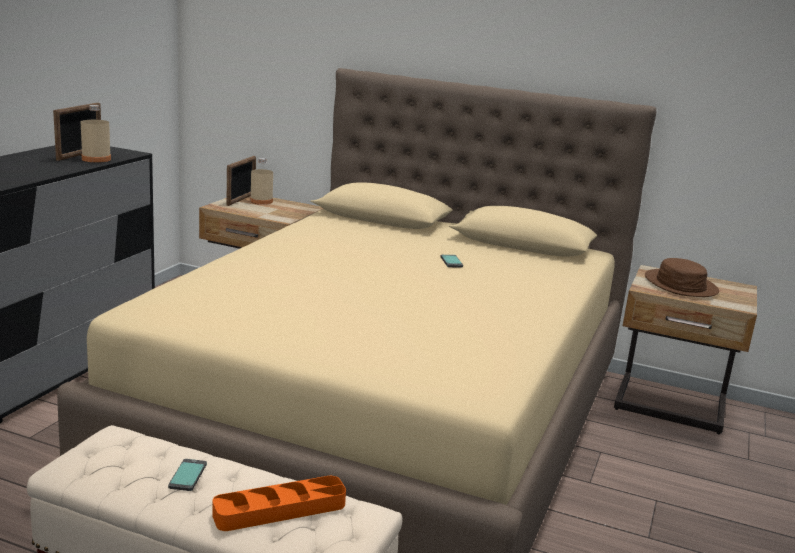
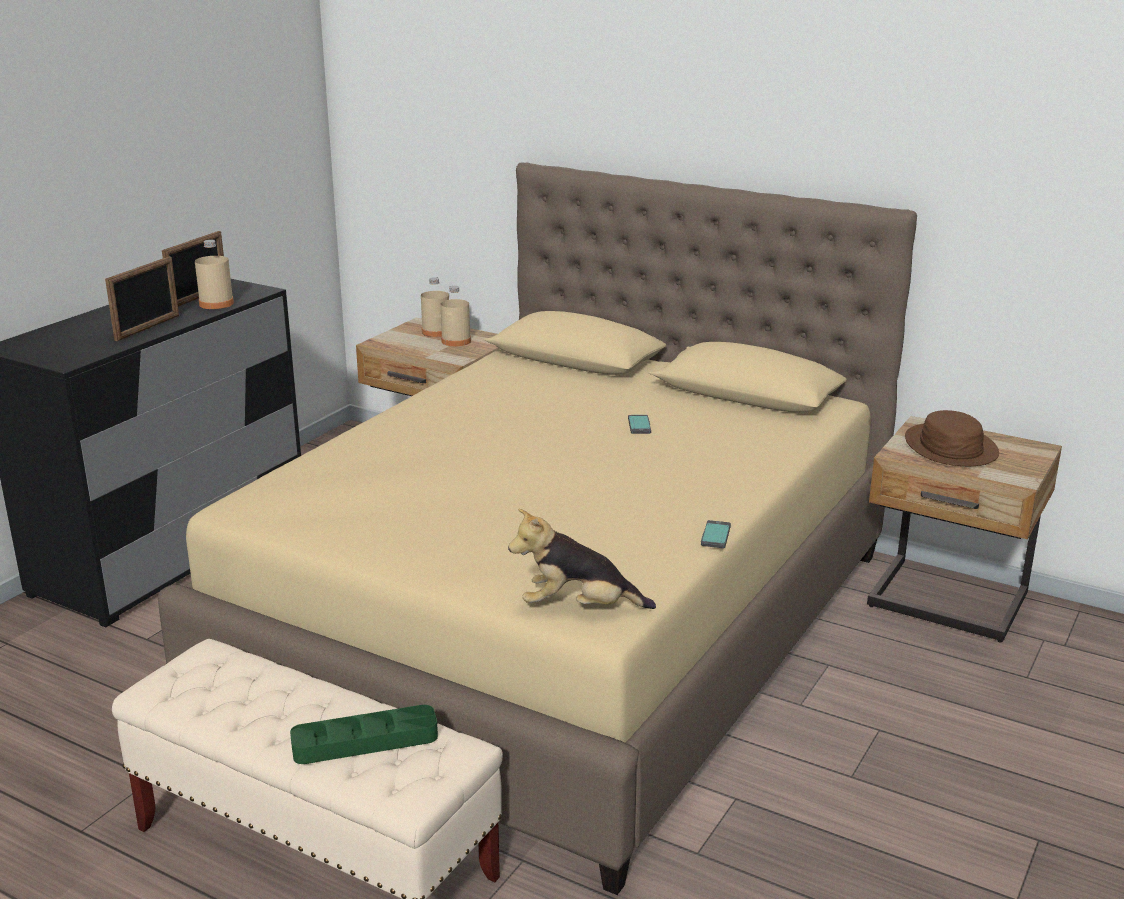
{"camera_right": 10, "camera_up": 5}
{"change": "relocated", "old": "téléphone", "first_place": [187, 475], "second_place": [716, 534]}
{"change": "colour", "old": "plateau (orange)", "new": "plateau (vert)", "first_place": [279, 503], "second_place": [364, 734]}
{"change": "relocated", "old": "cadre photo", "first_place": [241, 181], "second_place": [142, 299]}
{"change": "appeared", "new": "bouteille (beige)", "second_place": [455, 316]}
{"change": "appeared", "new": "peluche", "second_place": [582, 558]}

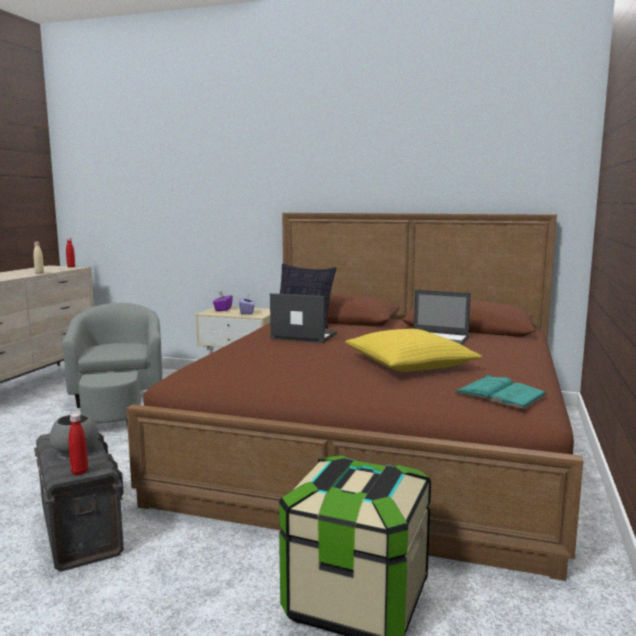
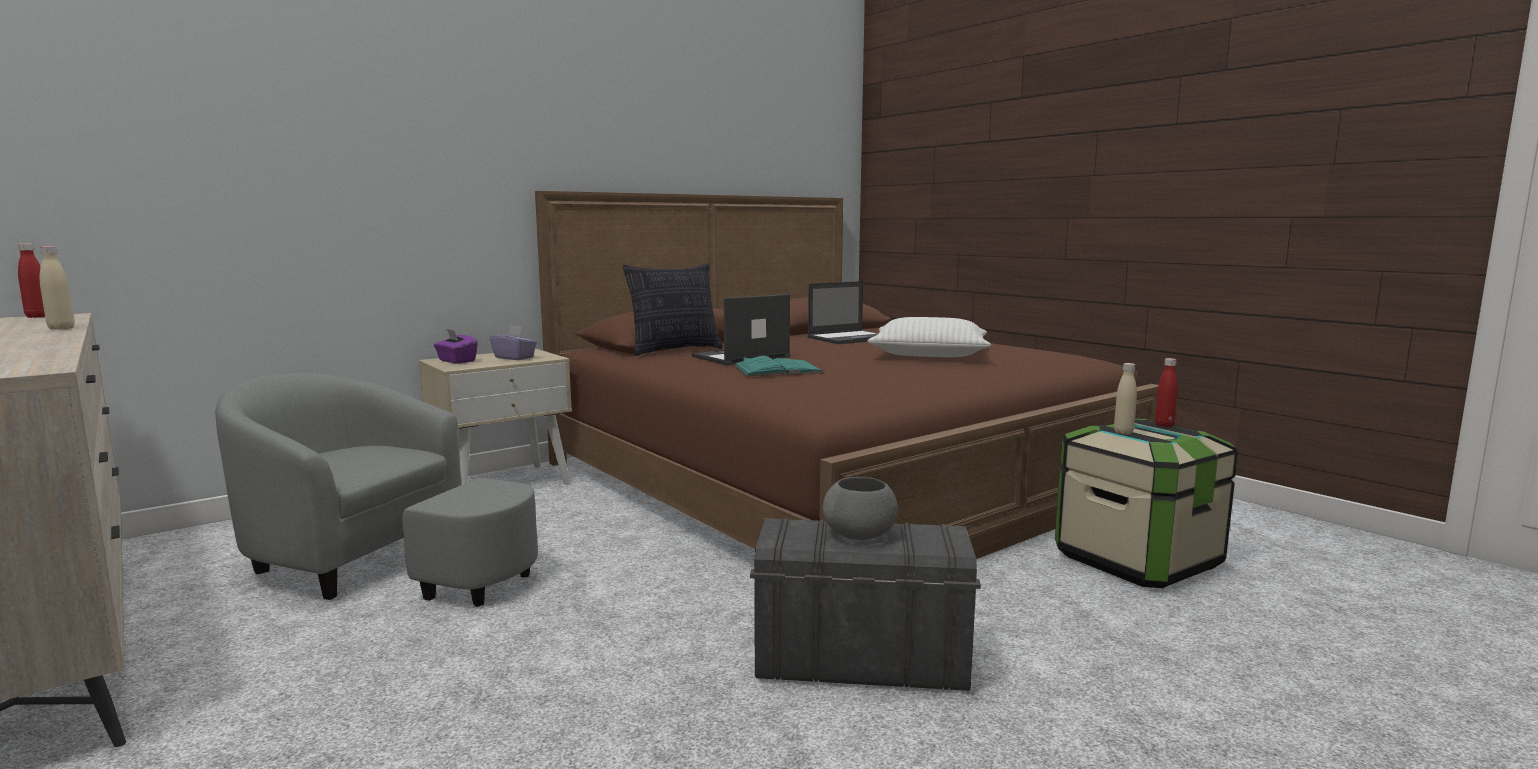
{"camera_right": -55, "camera_up": 0}
{"change": "relocated", "old": "bouteille (rouge)", "first_place": [78, 444], "second_place": [1166, 392]}
{"change": "colour", "old": "coussin (jaune)", "new": "coussin (blanc)", "first_place": [414, 350], "second_place": [929, 337]}
{"change": "relocated", "old": "livre (turquoise)", "first_place": [500, 392], "second_place": [778, 366]}
{"change": "appeared", "new": "bouteille (beige)", "second_place": [1125, 399]}

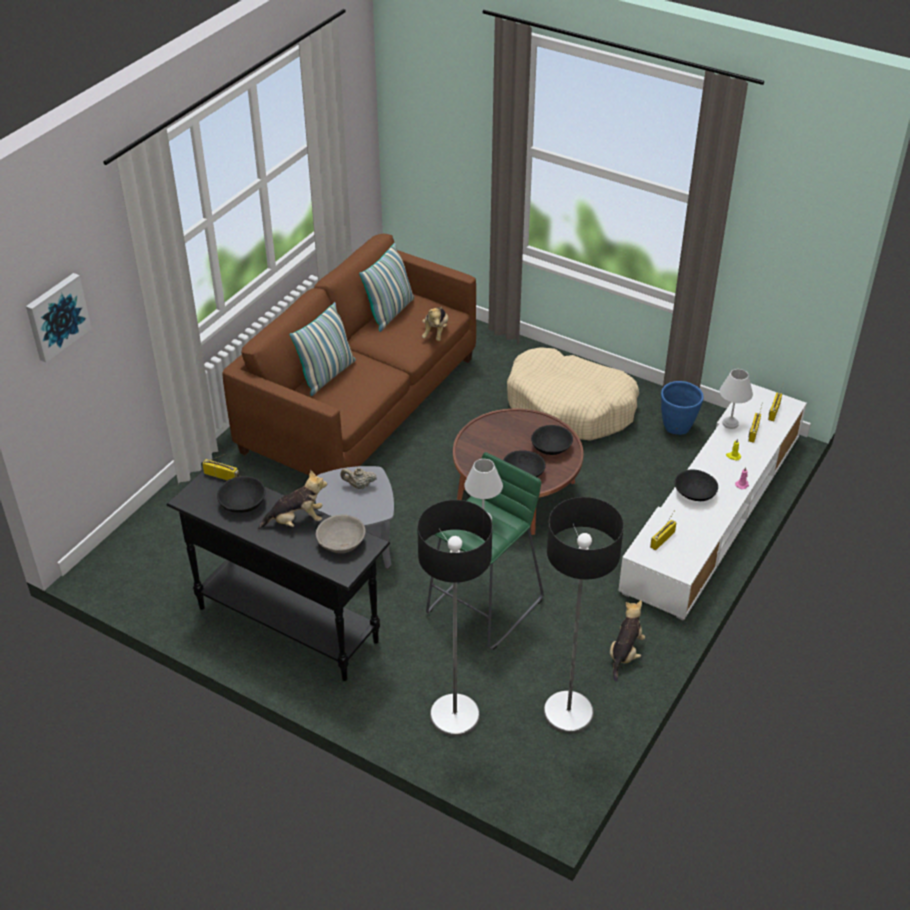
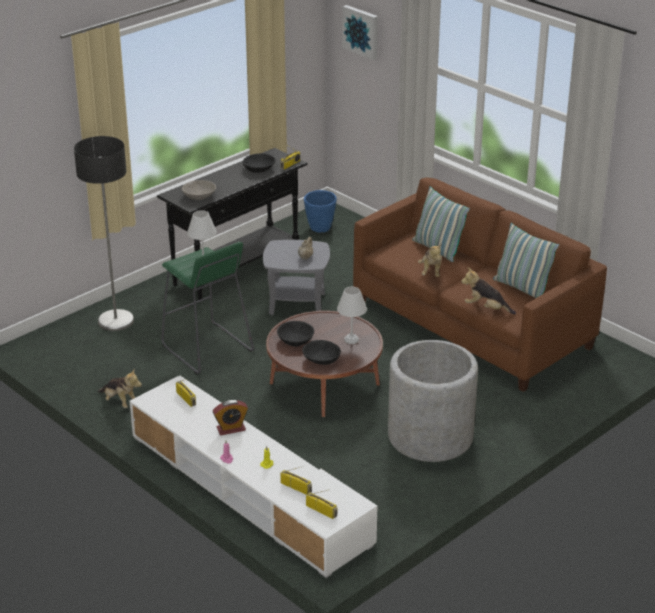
{"camera_right": 105, "camera_up": -10}
{"change": "relocated", "old": "peluche", "first_place": [292, 500], "second_place": [430, 260]}
{"change": "exchanged", "old": "panier pour chien (beige)", "new": "cache-pot (gris)", "first_place": [573, 394], "second_place": [433, 401]}
{"change": "missing", "old": "lampadaire", "first_place": [583, 615]}
{"change": "relocated", "old": "cache-pot (bleu)", "first_place": [682, 408], "second_place": [320, 211]}
{"change": "exchanged", "old": "bol (noir)", "new": "réveil", "first_place": [696, 485], "second_place": [230, 417]}
{"change": "relocated", "old": "lampe de table (blanc)", "first_place": [736, 399], "second_place": [352, 315]}

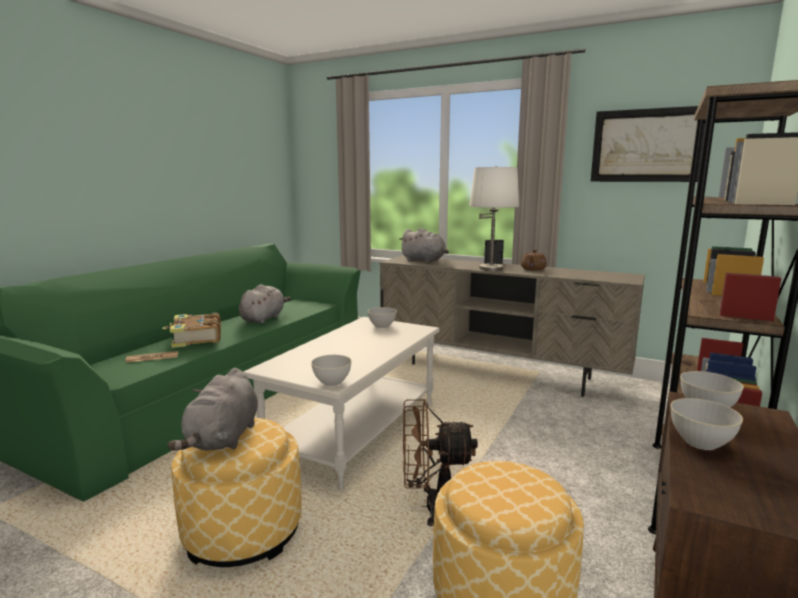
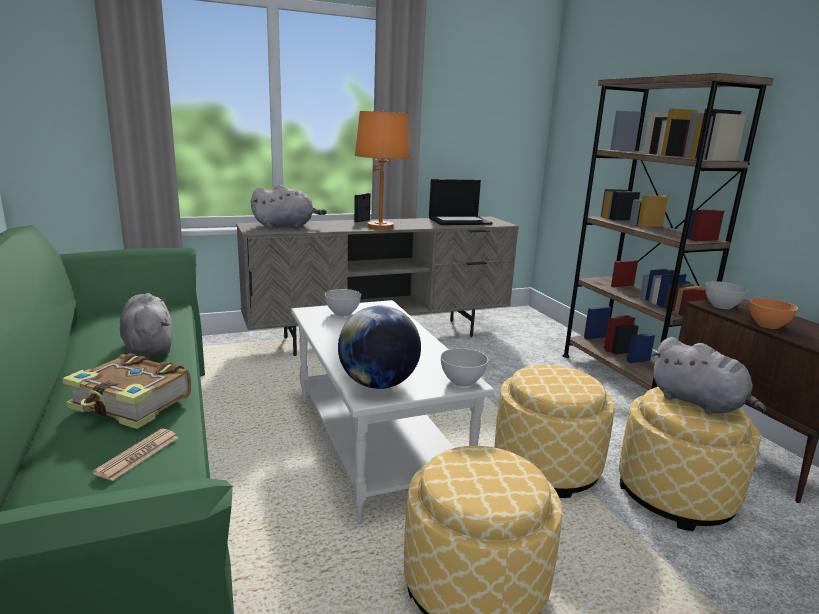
{"camera_right": -50, "camera_up": 5}
{"change": "relocated", "old": "peluche (gris)", "first_place": [212, 409], "second_place": [709, 375]}
{"change": "exchanged", "old": "ventilateur (marron)", "new": "pouf", "first_place": [440, 462], "second_place": [555, 431]}
{"change": "colour", "old": "lampe de table (blanc)", "new": "lampe de table (orange)", "first_place": [494, 218], "second_place": [382, 170]}
{"change": "missing", "old": "théière (marron)", "first_place": [534, 260]}
{"change": "missing", "old": "tableau", "first_place": [648, 144]}
{"change": "colour", "old": "bol (gris)", "new": "bol (orange)", "first_place": [707, 424], "second_place": [774, 313]}
{"change": "appeared", "new": "globe", "second_place": [379, 347]}
{"change": "appeared", "new": "ordinateur portable", "second_place": [460, 202]}

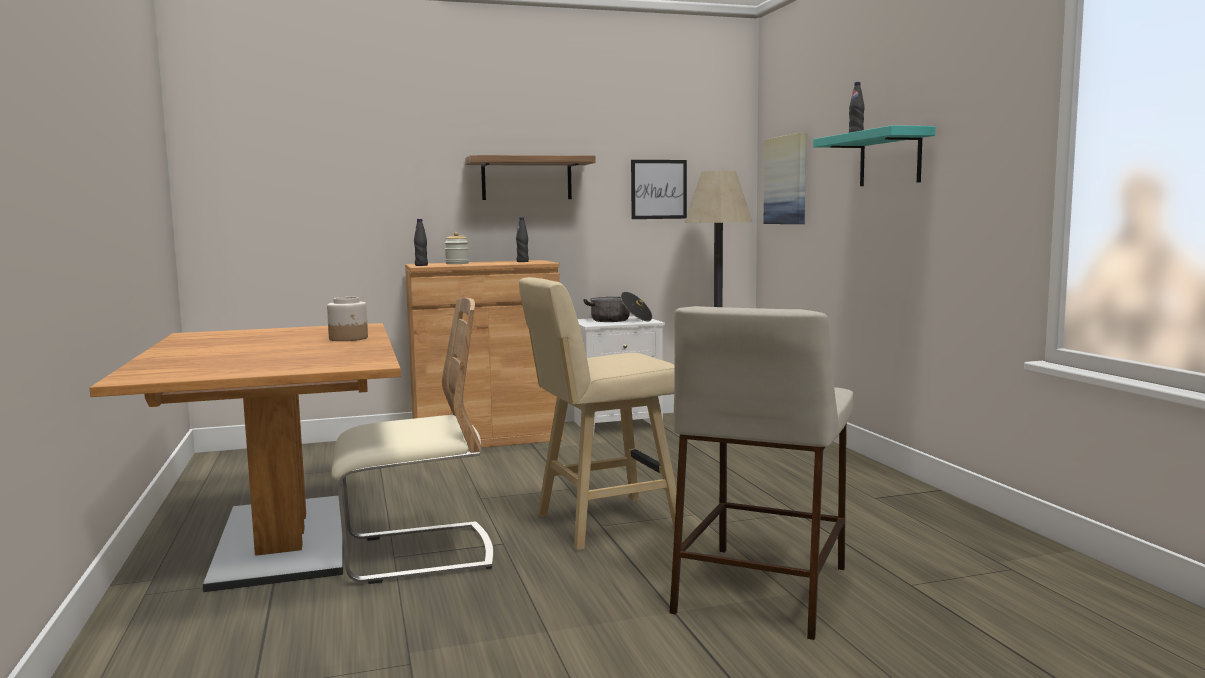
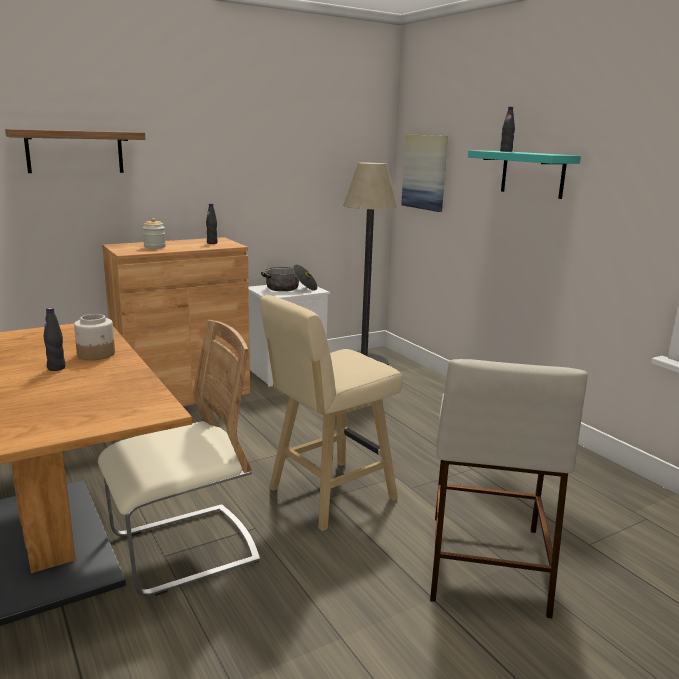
{"camera_right": -15, "camera_up": 10}
{"change": "relocated", "old": "bouteille (noir)", "first_place": [421, 242], "second_place": [54, 339]}
{"change": "relocated", "old": "étagère", "first_place": [530, 177], "second_place": [75, 151]}
{"change": "missing", "old": "tableau", "first_place": [659, 189]}

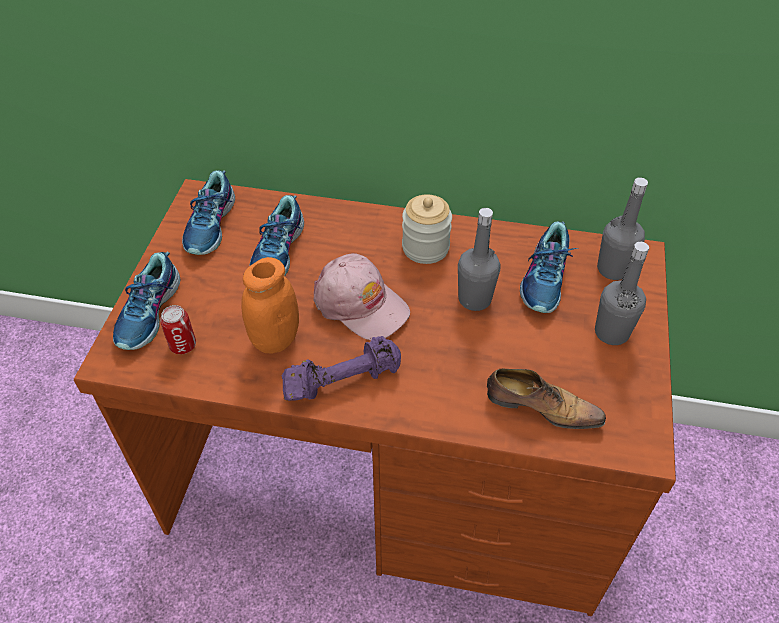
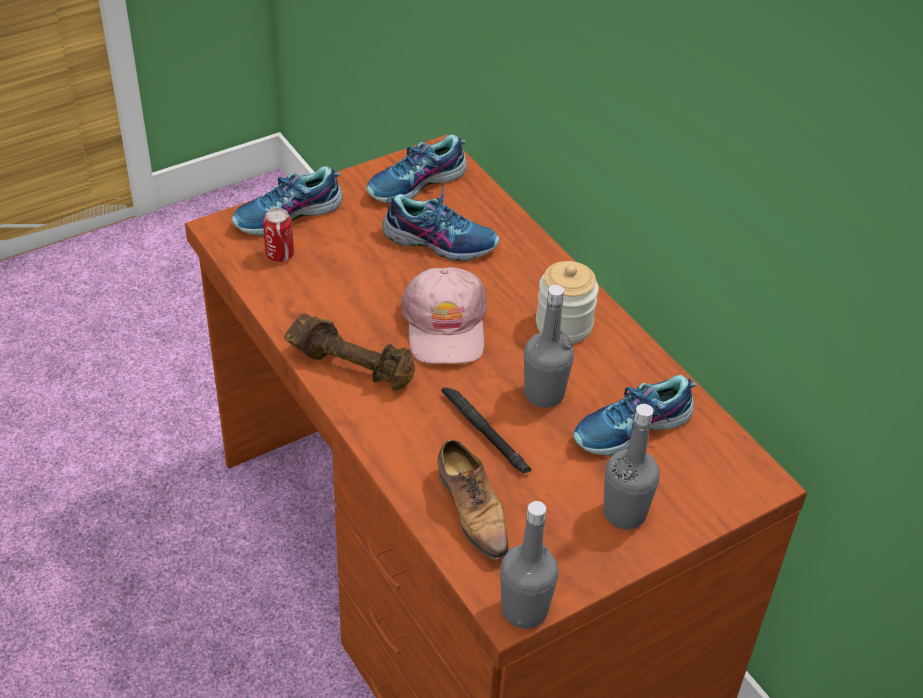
{"camera_right": 45, "camera_up": -5}
{"change": "missing", "old": "bocal (orange)", "first_place": [270, 305]}
{"change": "spun", "old": "chaussure", "first_place": [276, 235], "second_place": [441, 223], "degrees": -135}
{"change": "colour", "old": "haltère (violet)", "new": "haltère (marron)", "first_place": [341, 368], "second_place": [349, 352]}
{"change": "relocated", "old": "bouteille (gris)", "first_place": [622, 228], "second_place": [529, 565]}
{"change": "appeared", "new": "lampe de poche (noir)", "second_place": [486, 430]}

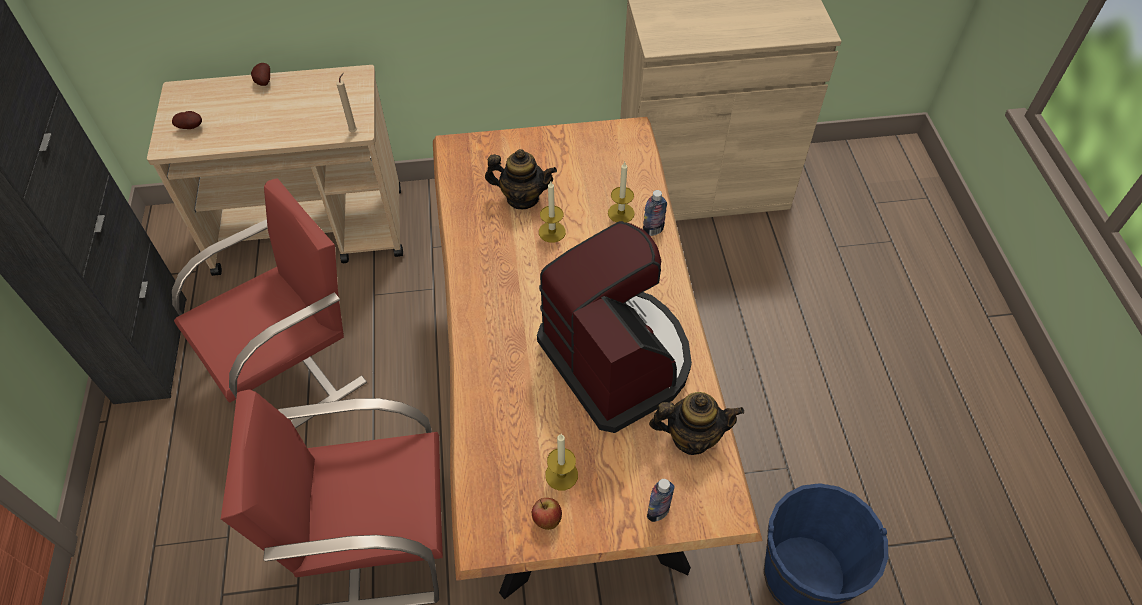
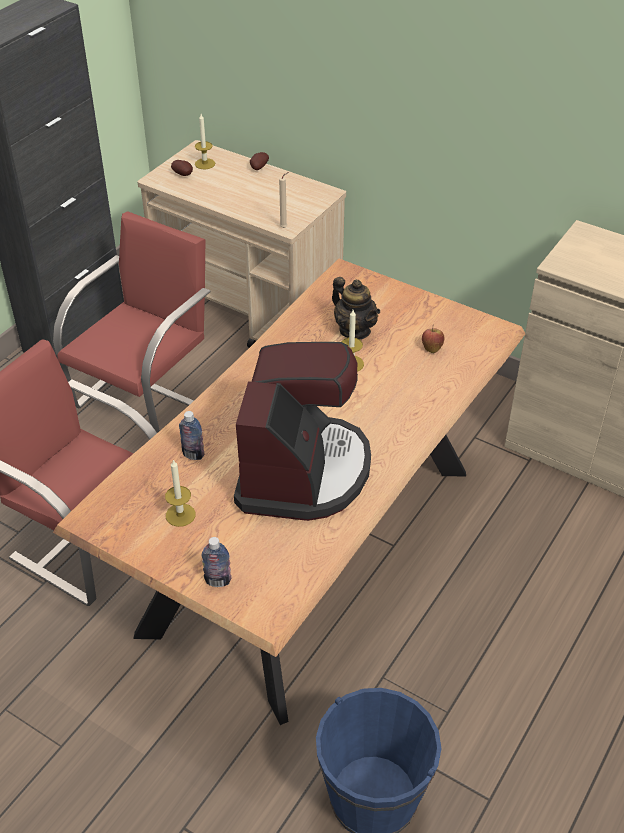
{"camera_right": 40, "camera_up": -10}
{"change": "spun", "old": "chaise (rouge)", "first_place": [269, 303], "second_place": [131, 322], "degrees": -60}
{"change": "relocated", "old": "pomme", "first_place": [547, 514], "second_place": [433, 339]}
{"change": "relocated", "old": "bougie", "first_place": [621, 192], "second_place": [205, 141]}
{"change": "relocated", "old": "bouteille", "first_place": [655, 213], "second_place": [191, 435]}
{"change": "missing", "old": "théière", "first_place": [696, 423]}

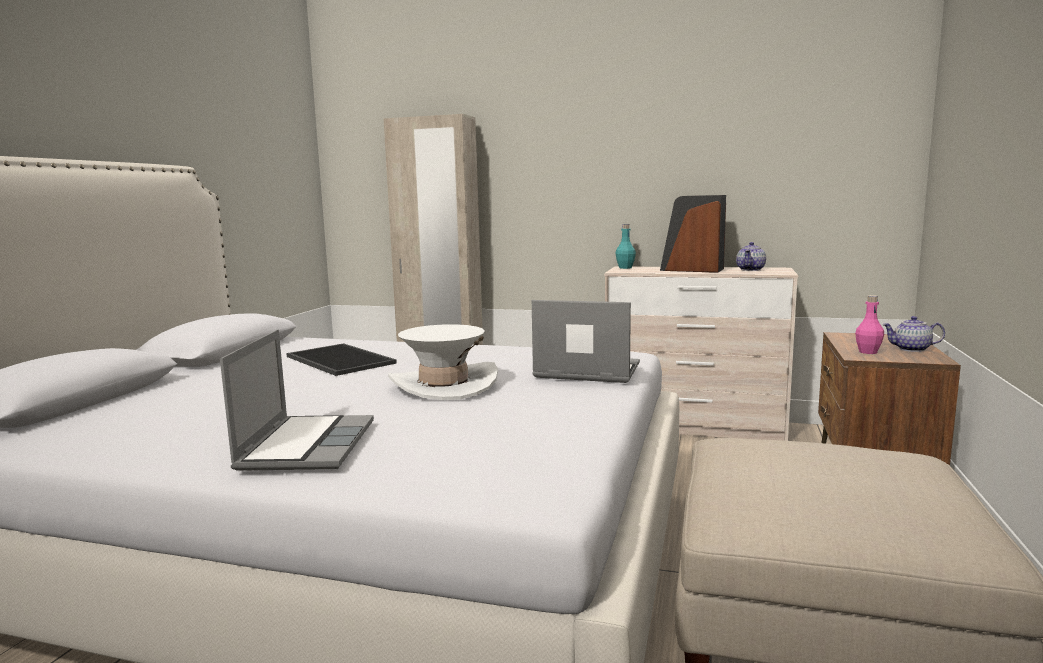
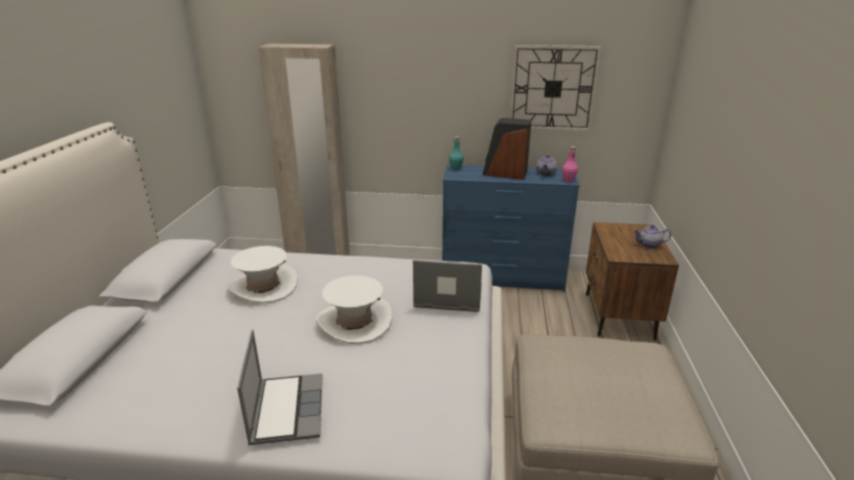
{"camera_right": -10, "camera_up": 15}
{"change": "exchanged", "old": "plateau", "new": "chapeau (blanc)", "first_place": [341, 359], "second_place": [262, 275]}
{"change": "colour", "old": "commode (beige)", "new": "commode (bleu)", "first_place": [701, 353], "second_place": [511, 228]}
{"change": "relocated", "old": "bouteille (rose)", "first_place": [869, 324], "second_place": [570, 164]}
{"change": "appeared", "new": "horloge murale", "second_place": [556, 88]}

